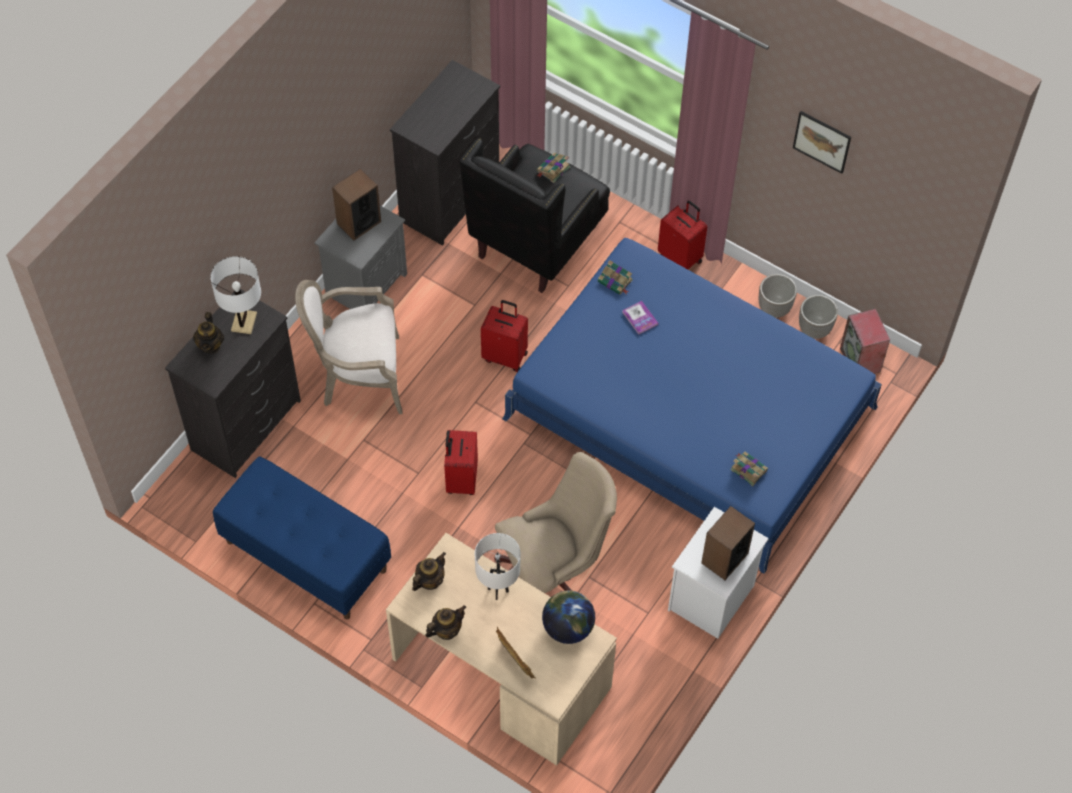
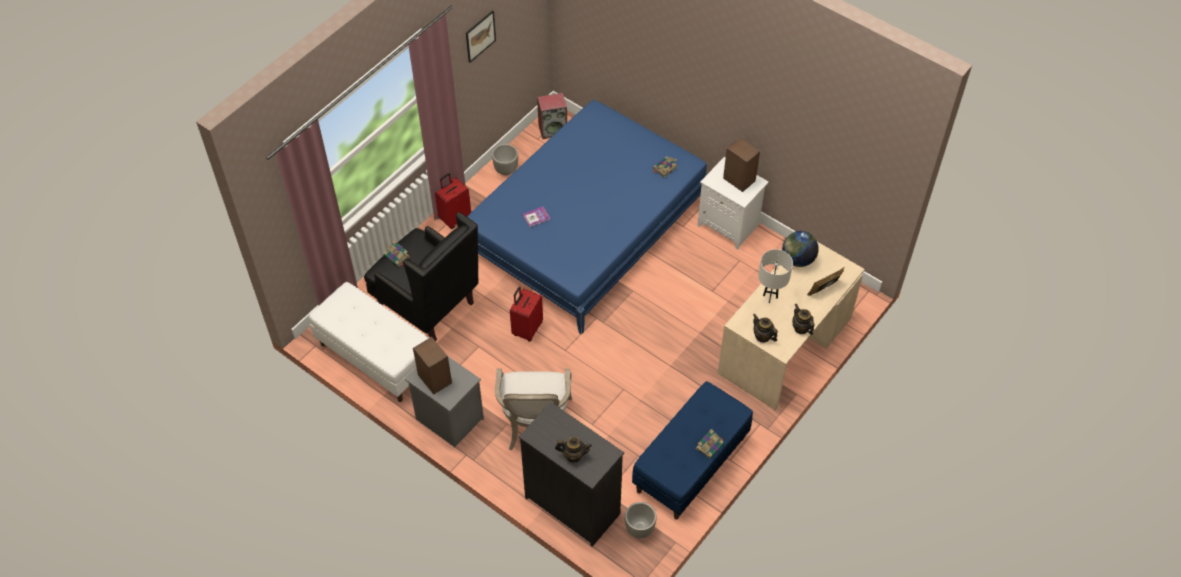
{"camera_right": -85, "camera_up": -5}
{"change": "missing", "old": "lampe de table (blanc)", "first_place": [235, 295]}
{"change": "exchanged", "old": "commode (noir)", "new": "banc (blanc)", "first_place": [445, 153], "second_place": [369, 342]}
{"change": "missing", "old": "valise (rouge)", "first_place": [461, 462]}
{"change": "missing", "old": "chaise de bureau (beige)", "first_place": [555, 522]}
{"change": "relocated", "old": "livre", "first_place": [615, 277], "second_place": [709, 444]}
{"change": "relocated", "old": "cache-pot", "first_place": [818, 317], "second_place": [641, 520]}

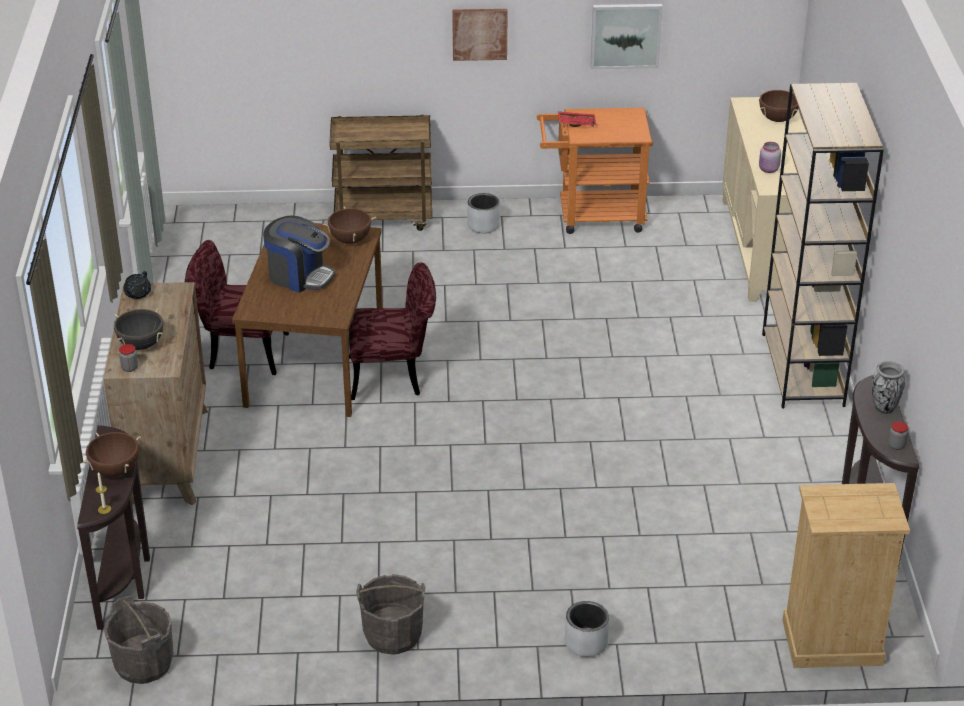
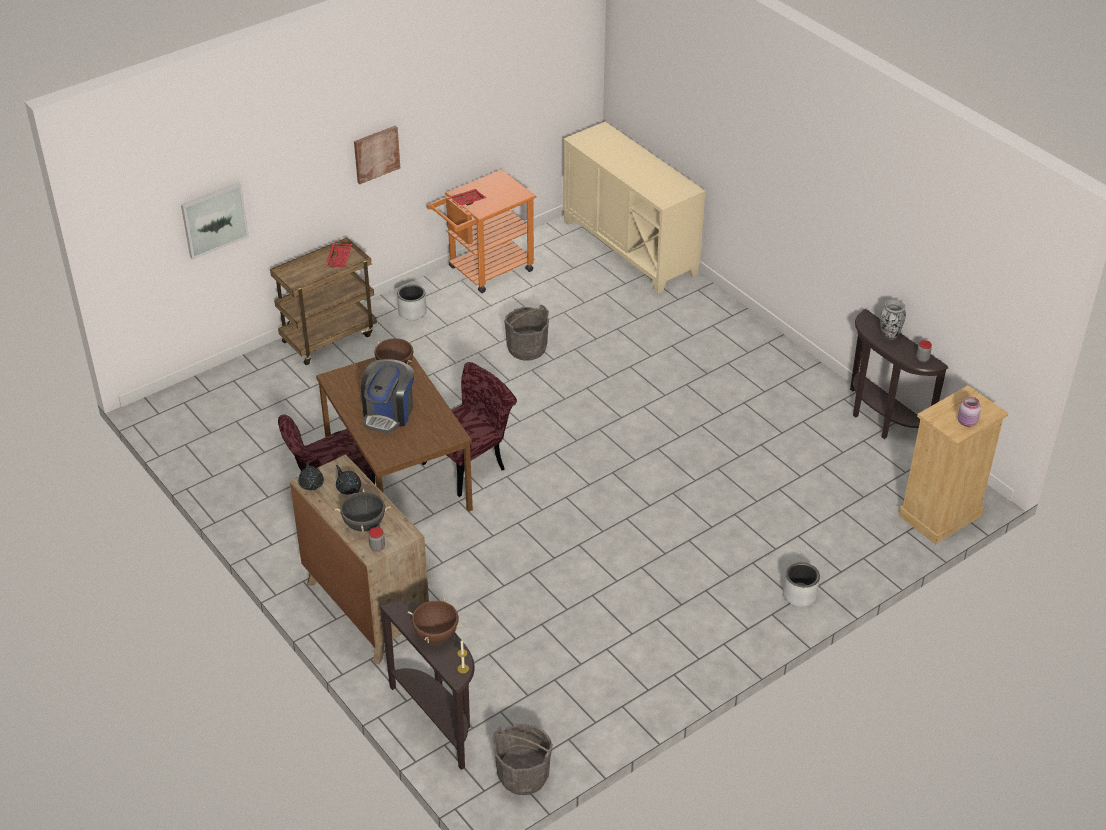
{"camera_right": -35, "camera_up": 5}
{"change": "spun", "old": "machine à café", "first_place": [299, 254], "second_place": [387, 396], "degrees": 120}
{"change": "relocated", "old": "seau (gris)", "first_place": [390, 614], "second_place": [526, 332]}
{"change": "relocated", "old": "tableau", "first_place": [626, 36], "second_place": [215, 221]}
{"change": "missing", "old": "marmite (marron)", "first_place": [779, 106]}
{"change": "relocated", "old": "bocal (rose)", "first_place": [770, 157], "second_place": [969, 412]}
{"change": "missing", "old": "bibliothèque (marron)", "first_place": [823, 246]}
{"change": "appeared", "new": "plateau (rouge)", "second_place": [338, 255]}
{"change": "appeared", "new": "théière (noir)", "second_place": [348, 479]}

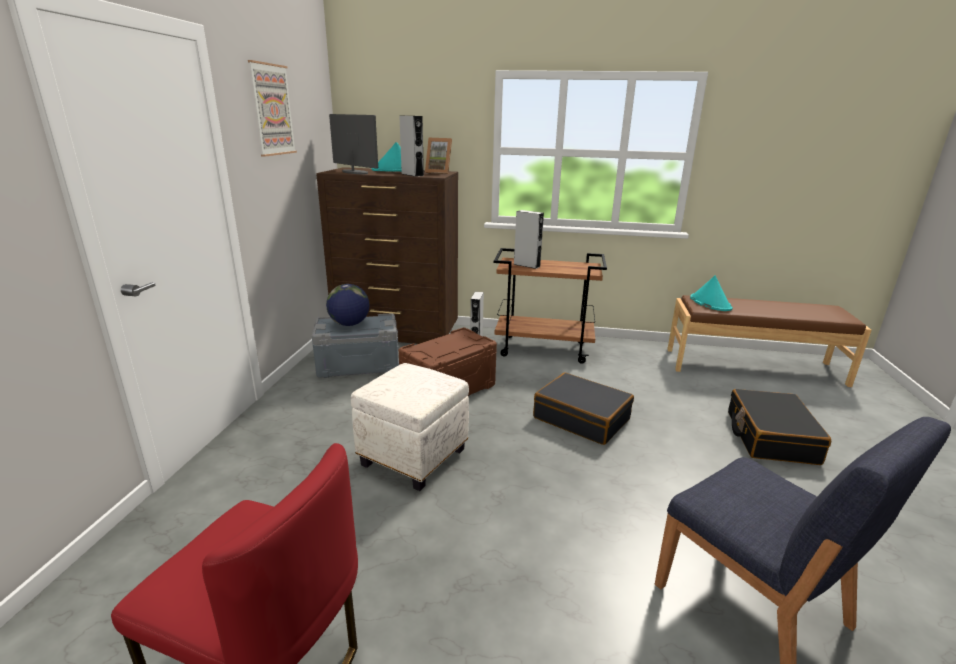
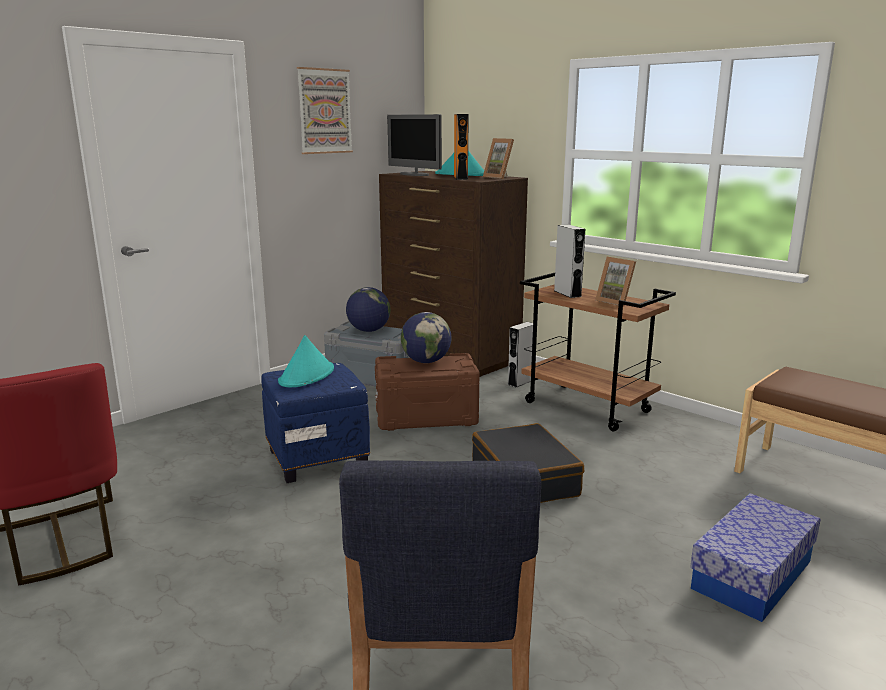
{"camera_right": 35, "camera_up": -5}
{"change": "spun", "old": "écran d'ordinateur", "first_place": [353, 144], "second_place": [414, 145], "degrees": 150}
{"change": "colour", "old": "pouf (blanc)", "new": "pouf (bleu)", "first_place": [410, 427], "second_place": [315, 423]}
{"change": "colour", "old": "enceinte (gris)", "new": "enceinte (orange)", "first_place": [411, 146], "second_place": [461, 147]}
{"change": "relocated", "old": "chapeau (turquoise)", "first_place": [711, 293], "second_place": [306, 361]}
{"change": "exchanged", "old": "valise (noir)", "new": "boîte de rangement", "first_place": [779, 427], "second_place": [755, 557]}
{"change": "appeared", "new": "globe", "second_place": [426, 337]}
{"change": "appeared", "new": "cadre photo", "second_place": [615, 282]}

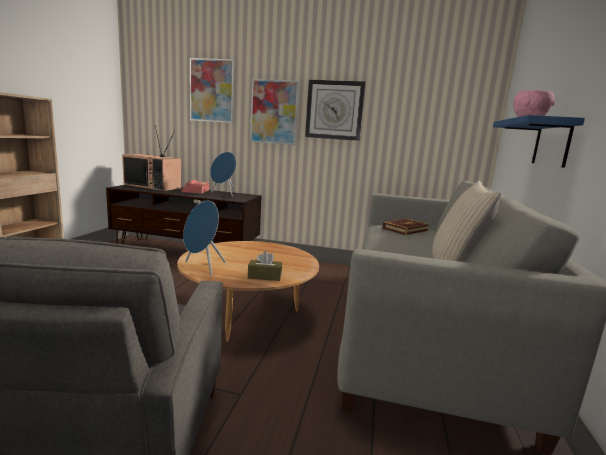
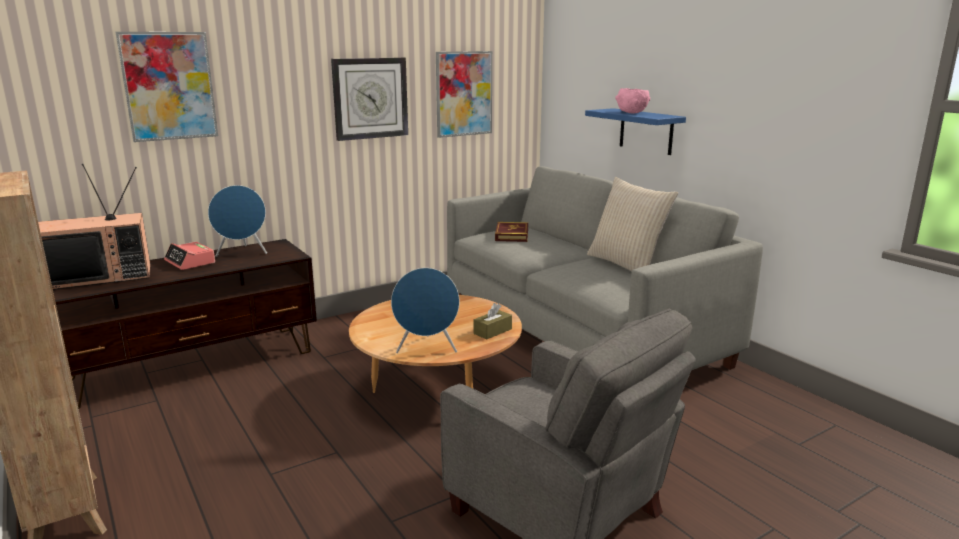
{"camera_right": -45, "camera_up": 5}
{"change": "relocated", "old": "tableau", "first_place": [274, 112], "second_place": [464, 94]}

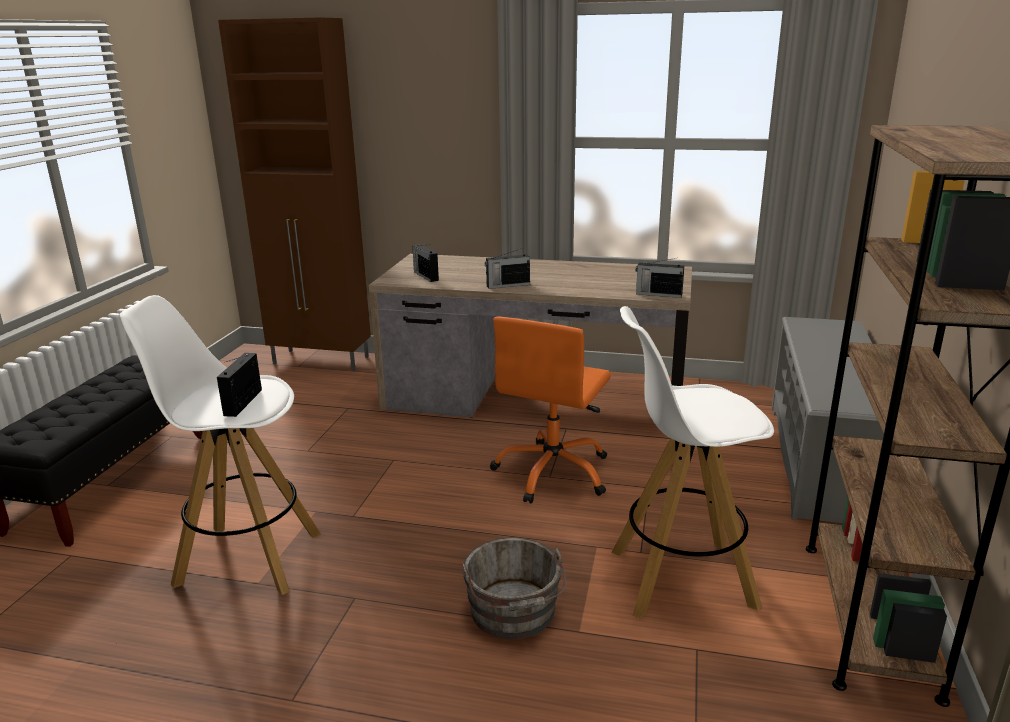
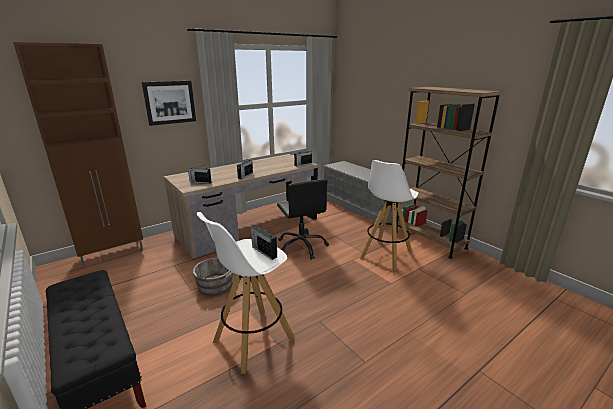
{"camera_right": -50, "camera_up": 0}
{"change": "relocated", "old": "seau (gris)", "first_place": [514, 588], "second_place": [213, 277]}
{"change": "colour", "old": "chaise de bureau (orange)", "new": "chaise de bureau (noir)", "first_place": [550, 410], "second_place": [303, 219]}
{"change": "appeared", "new": "tableau", "second_place": [169, 103]}

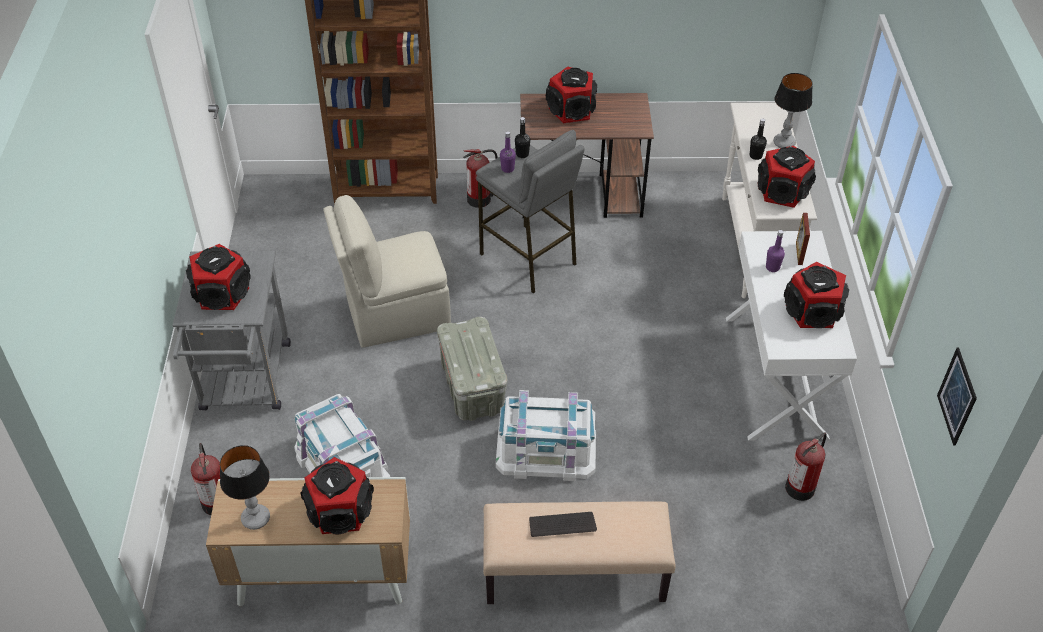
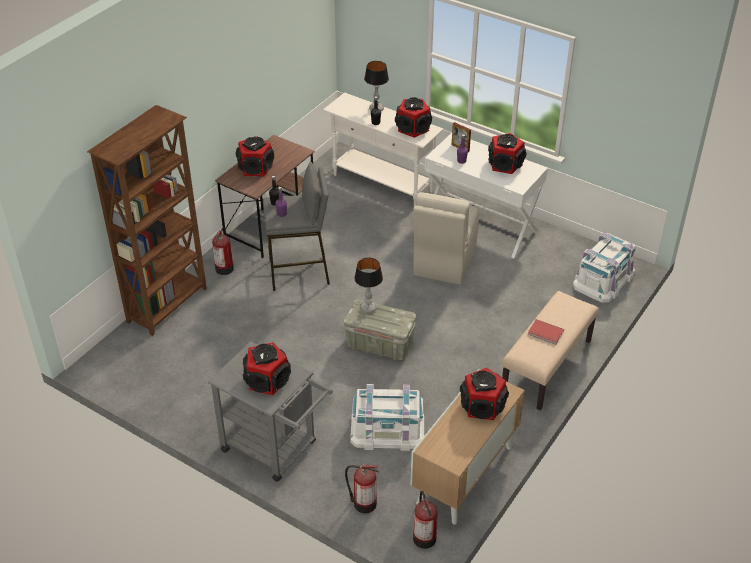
{"camera_right": -55, "camera_up": -5}
{"change": "relocated", "old": "lampe de table", "first_place": [244, 487], "second_place": [368, 285]}
{"change": "relocated", "old": "chaise (beige)", "first_place": [387, 271], "second_place": [446, 238]}
{"change": "relocated", "old": "boîte de rangement (blanc)", "first_place": [546, 435], "second_place": [604, 268]}
{"change": "exchanged", "old": "clavier", "new": "livre (rouge)", "first_place": [563, 524], "second_place": [546, 332]}
{"change": "relocated", "old": "extincteur", "first_place": [806, 466], "second_place": [425, 520]}
{"change": "missing", "old": "tableau", "first_place": [957, 396]}

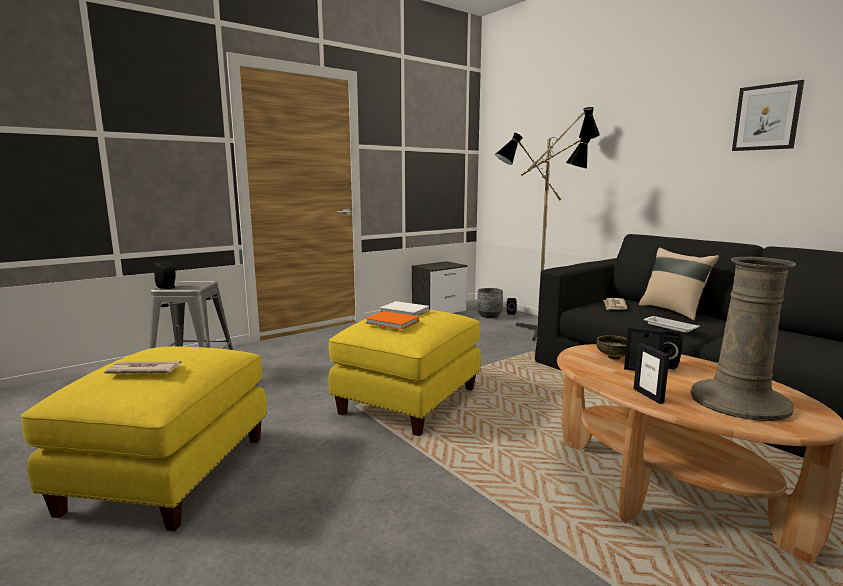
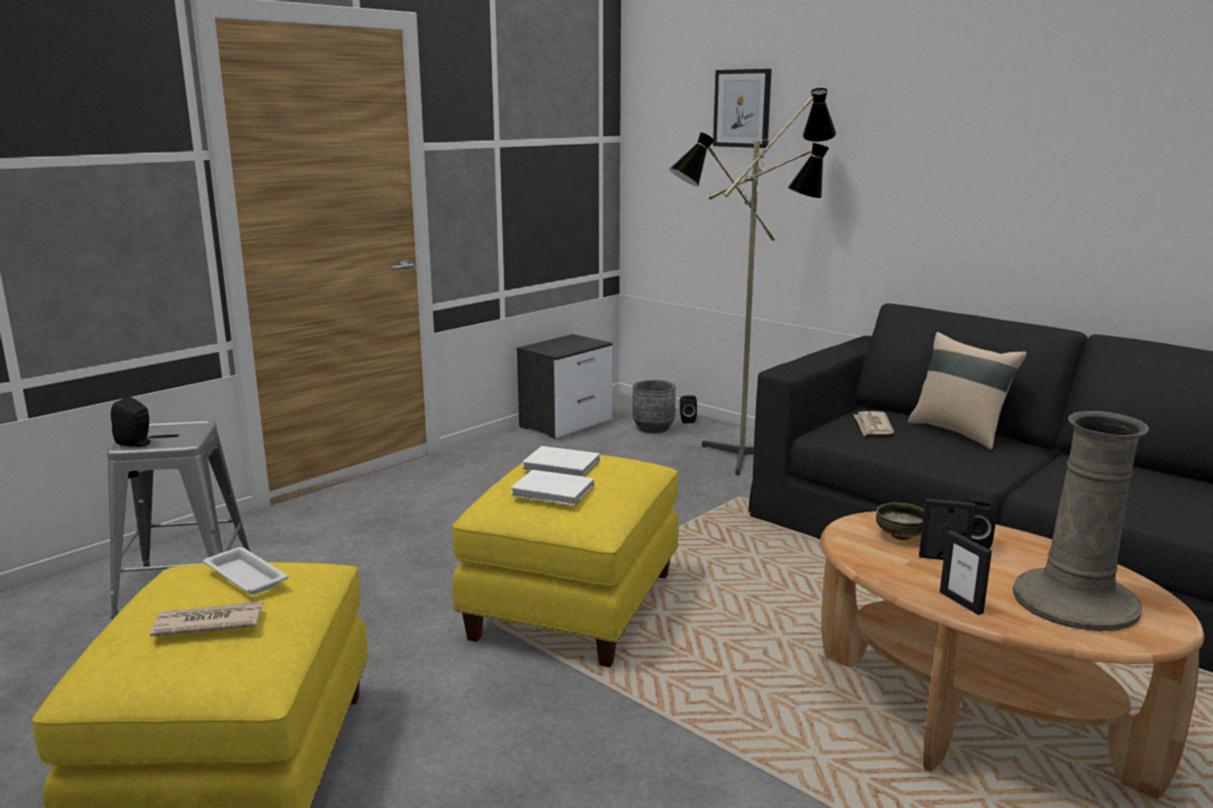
{"camera_right": -10, "camera_up": 5}
{"change": "colour", "old": "livre (orange)", "new": "livre (blanc)", "first_place": [392, 320], "second_place": [552, 488]}
{"change": "relocated", "old": "plateau (blanc)", "first_place": [672, 324], "second_place": [246, 571]}
{"change": "relocated", "old": "tableau", "first_place": [768, 115], "second_place": [742, 108]}

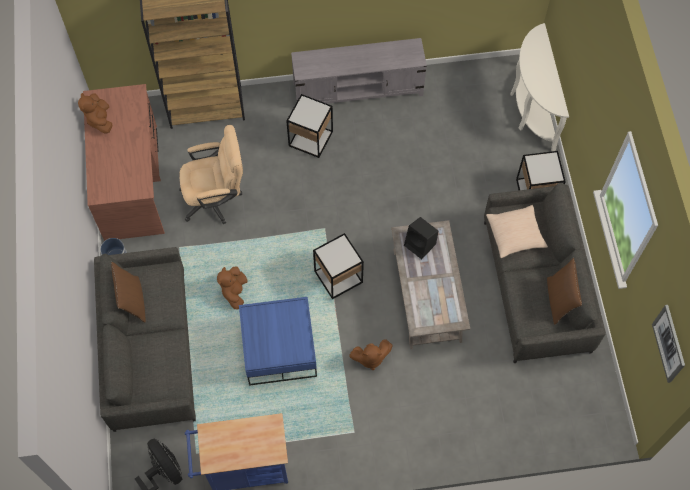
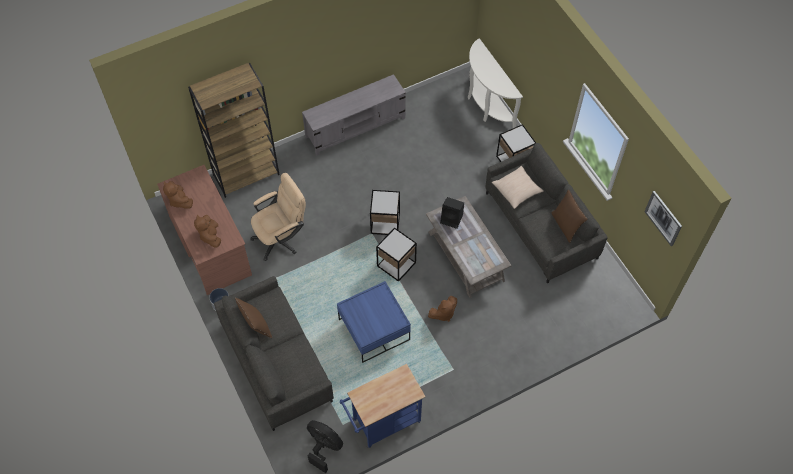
{"camera_right": -20, "camera_up": -5}
{"change": "relocated", "old": "peluche (marron)", "first_place": [232, 288], "second_place": [207, 231]}
{"change": "relocated", "old": "table d'appoint", "first_place": [309, 126], "second_place": [385, 212]}

